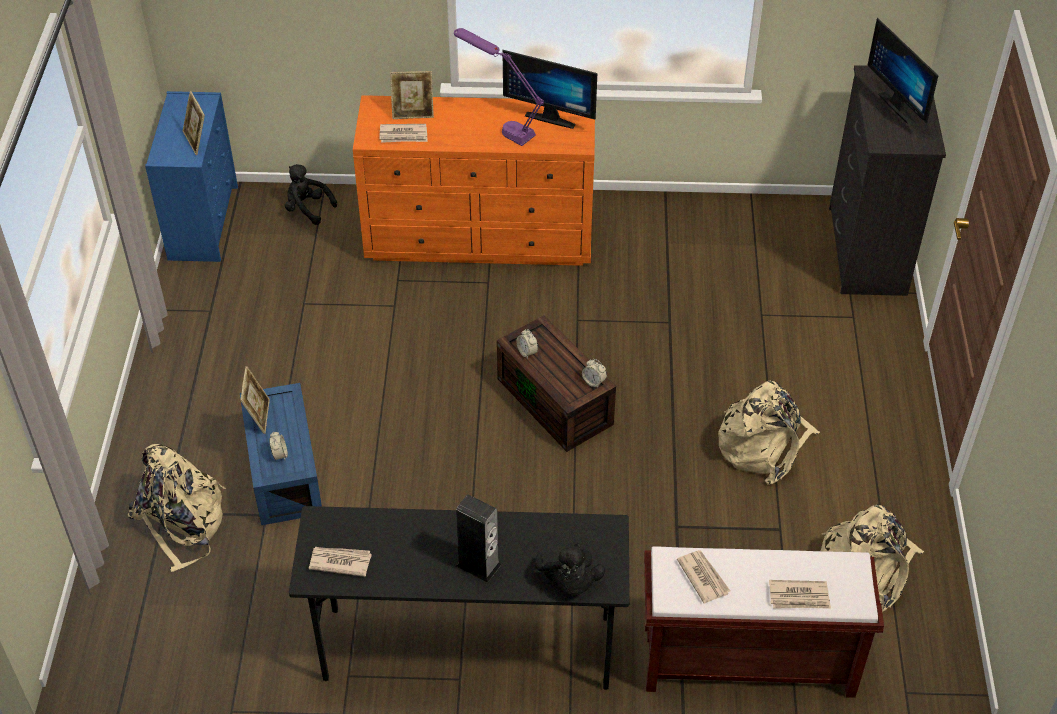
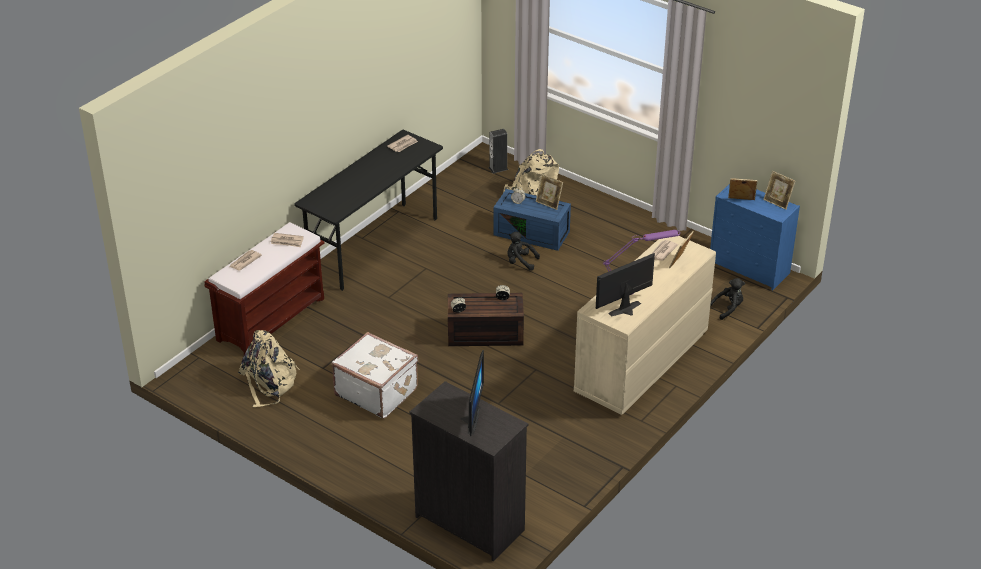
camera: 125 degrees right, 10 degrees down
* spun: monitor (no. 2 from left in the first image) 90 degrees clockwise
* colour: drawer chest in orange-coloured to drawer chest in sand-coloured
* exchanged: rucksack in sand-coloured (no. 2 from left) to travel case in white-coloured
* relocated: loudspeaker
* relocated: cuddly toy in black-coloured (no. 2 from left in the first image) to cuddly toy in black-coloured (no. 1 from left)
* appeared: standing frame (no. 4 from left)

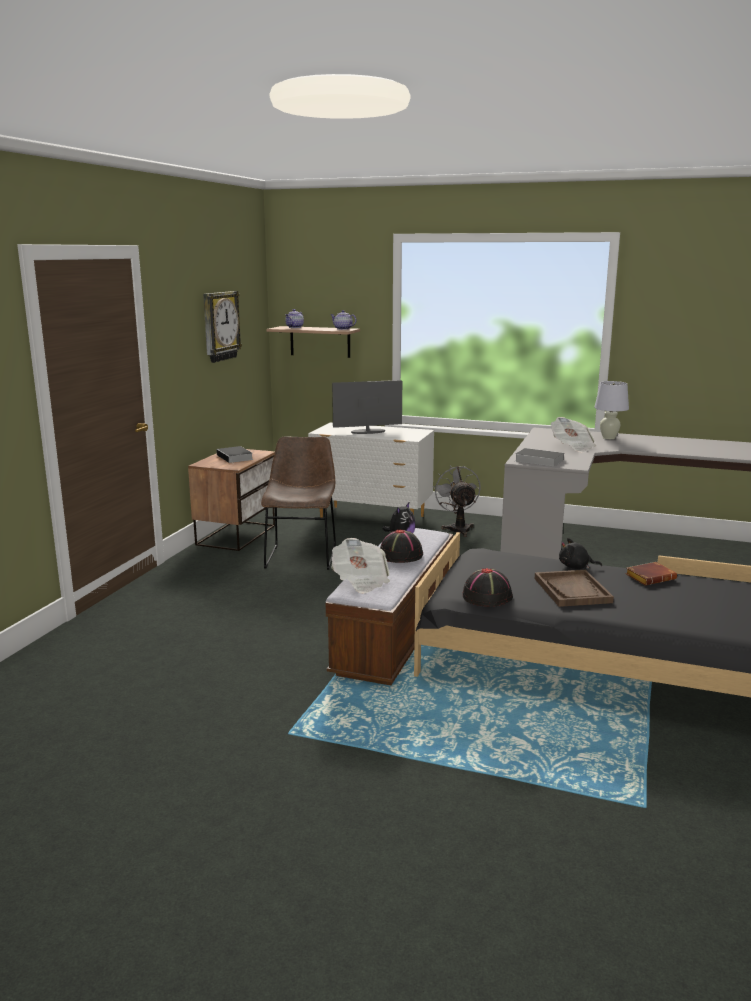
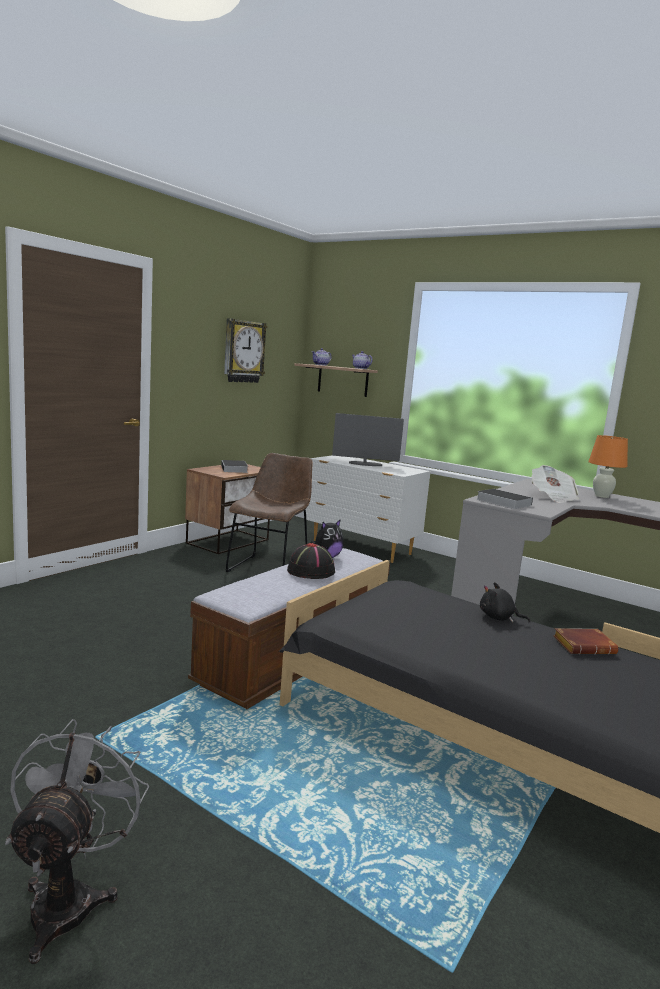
camera: 15 degrees right, 5 degrees down
* colour: table lamp in white-coloured to table lamp in orange-coloured
* relocated: electric fan in greyish
* missing: printed paper (no. 1 from left)
* missing: wearable hat in black-coloured (no. 2 from left)
* missing: serving tray in brown-coloured

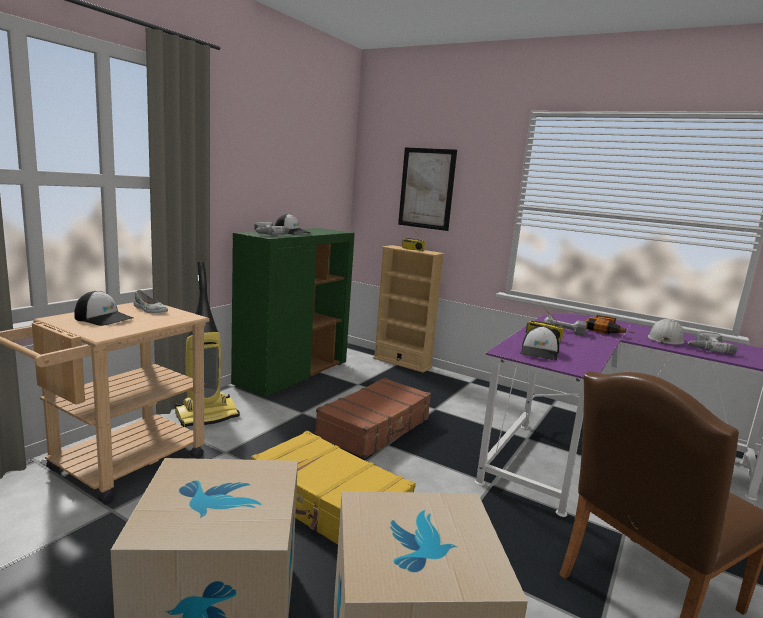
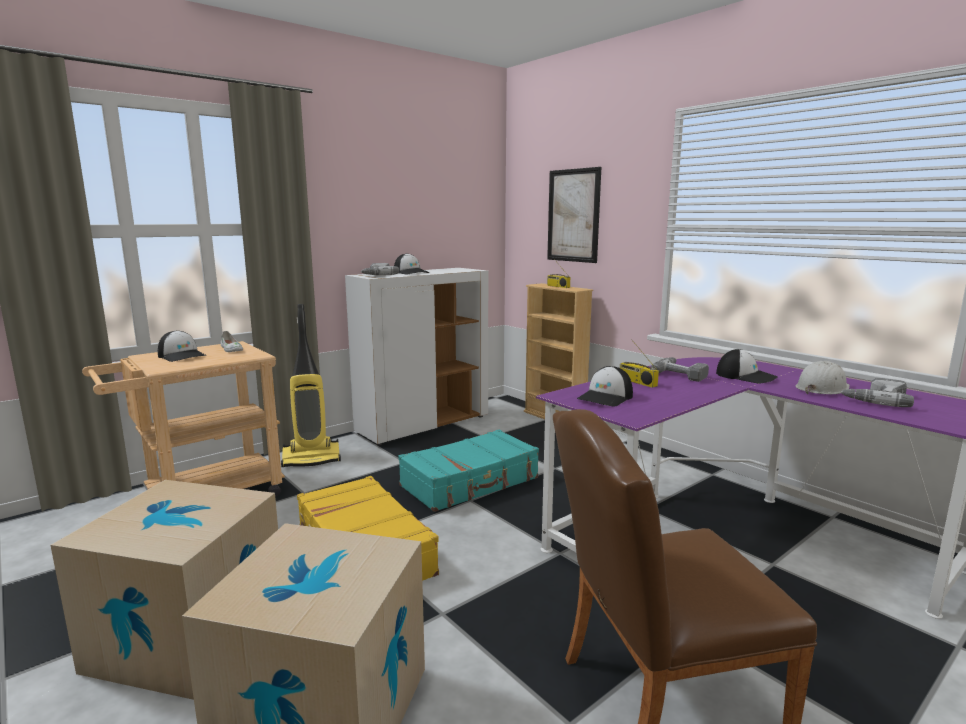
camera: 20 degrees right, 0 degrees up
* colour: cupboard in green to cupboard in white-coloured
* exchanged: drill (no. 3 from left) to cap (no. 4 from left)
* colour: travel case in brown-coloured to travel case in turquoise-coloured

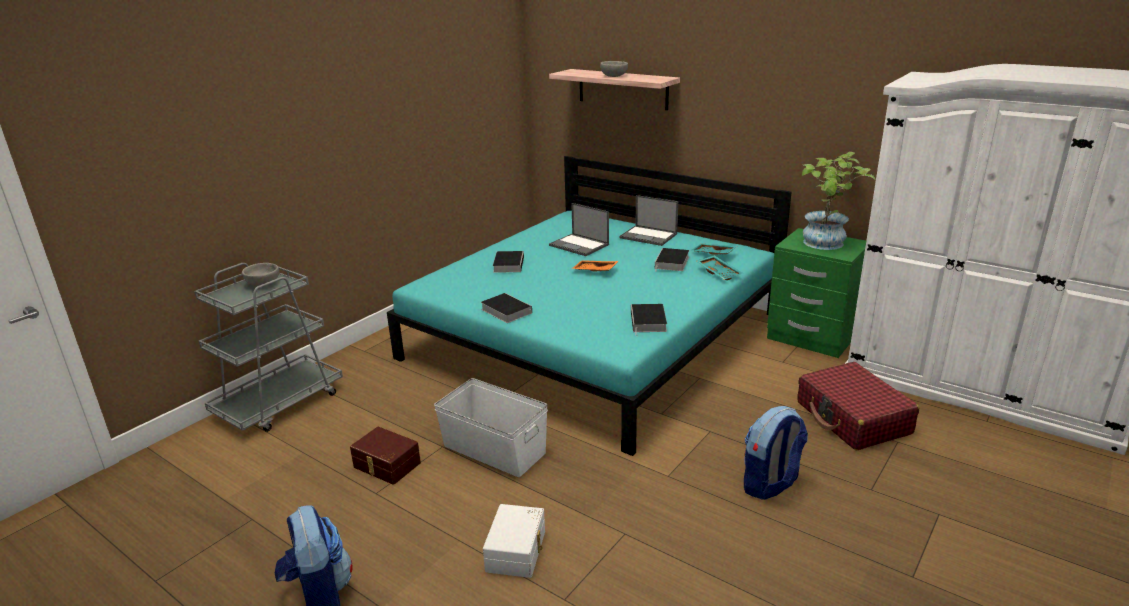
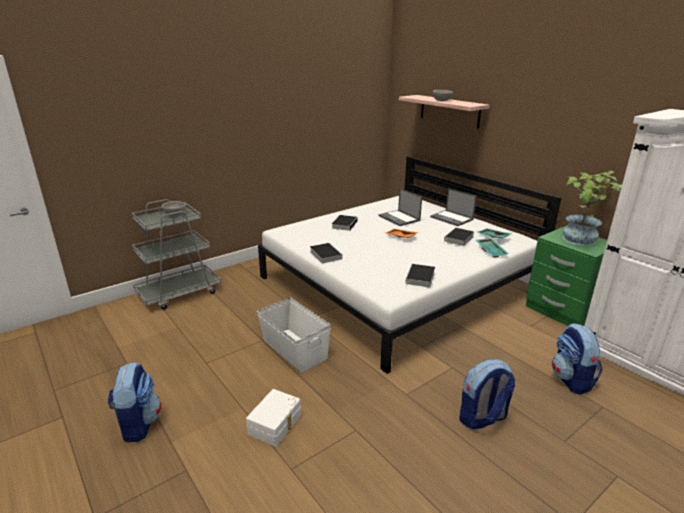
camera: 15 degrees right, 0 degrees up
* colour: bedroom bed in turquoise-coloured to bedroom bed in white-coloured
* exchanged: travel case in reddish to rucksack (no. 3 from left)
* missing: storage bin in brown-coloured

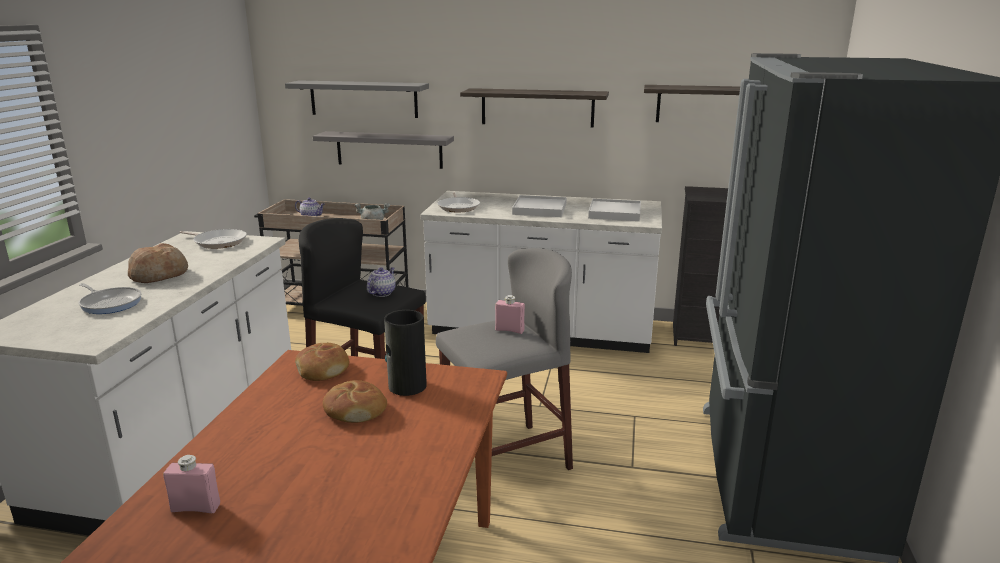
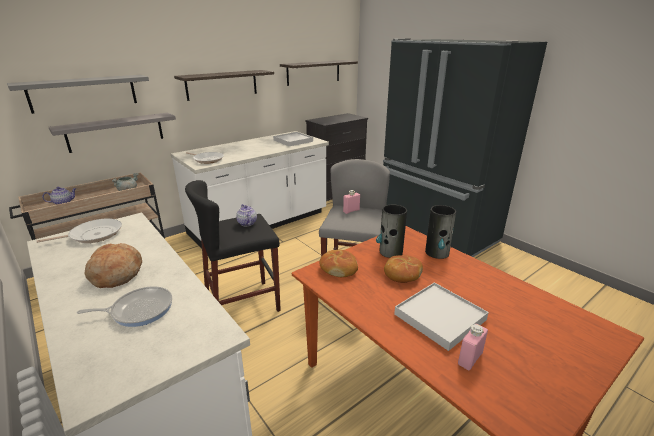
camera: 50 degrees left, 5 degrees up
* relocated: serving tray in white-coloured (no. 1 from left in the first image) to serving tray in white-coloured (no. 2 from left)
* appeared: vase (no. 2 from left)

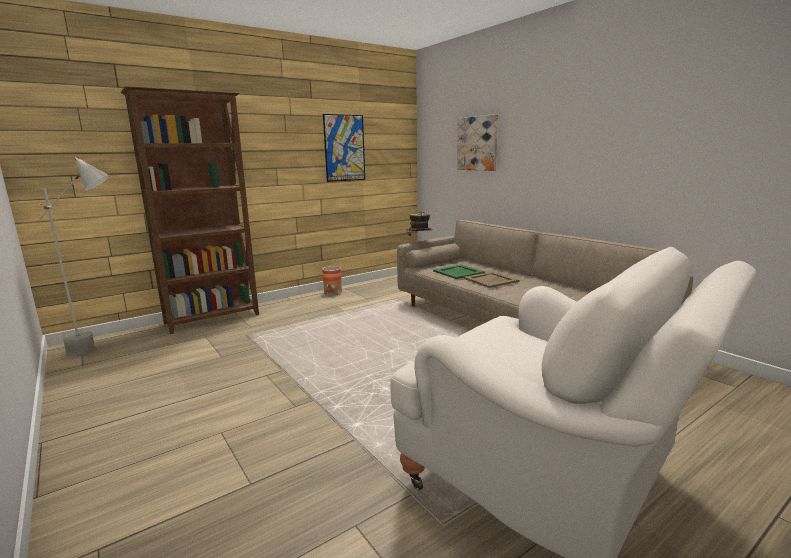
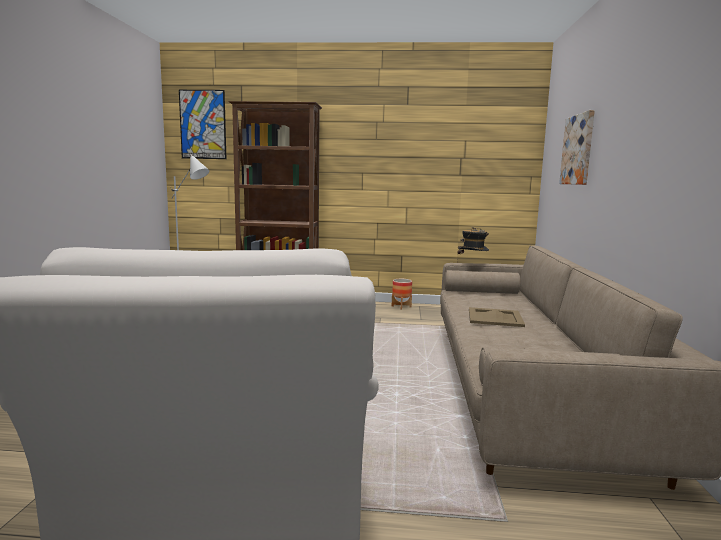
camera: 40 degrees right, 5 degrees down
* relocated: picture (no. 1 from left)
* missing: serving tray in green

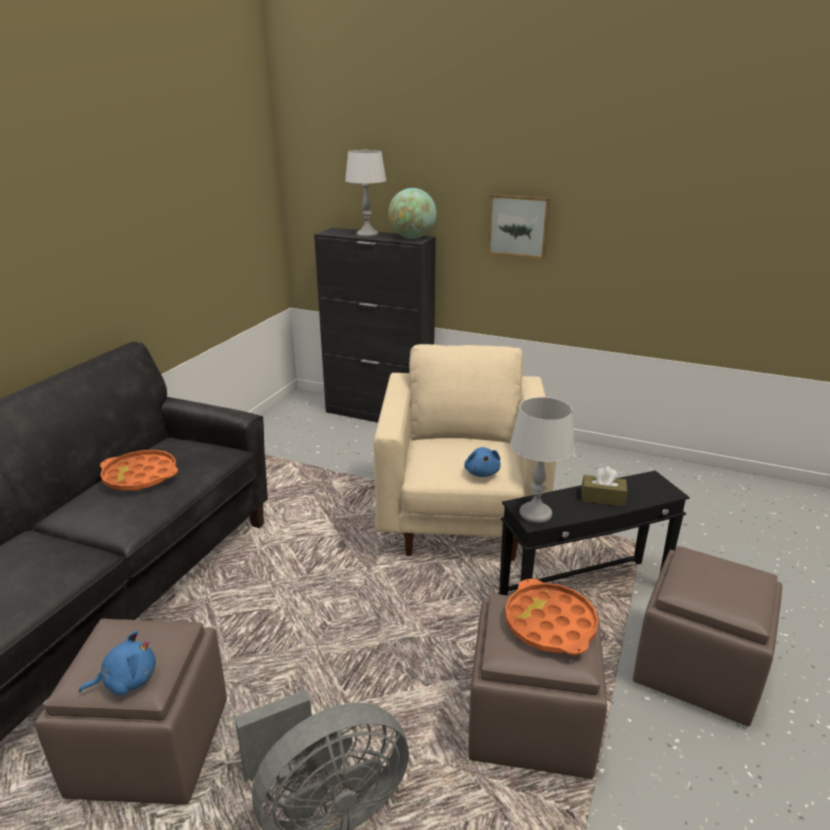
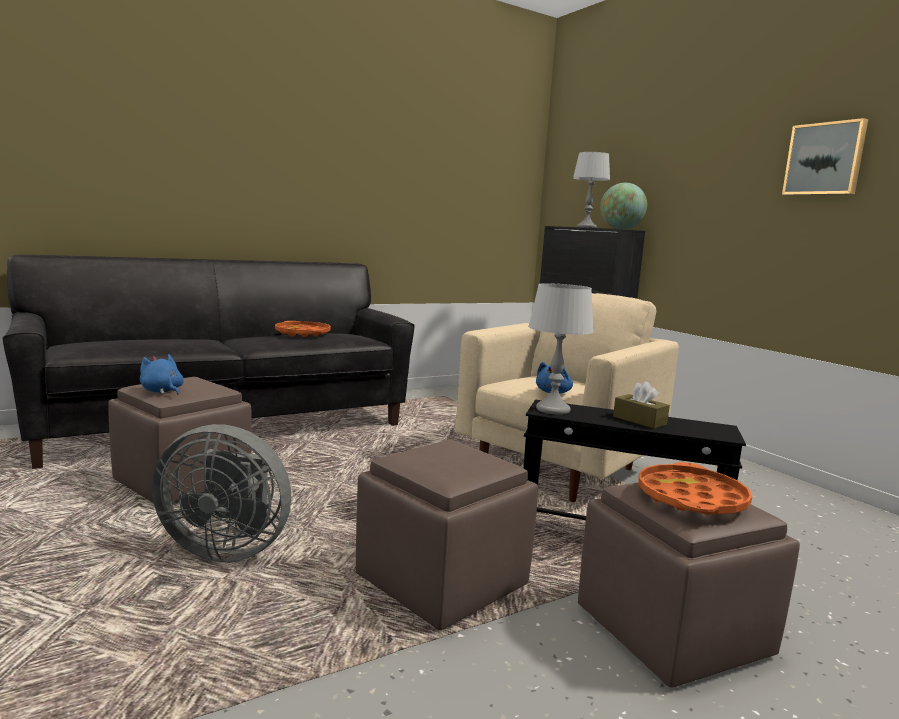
camera: 35 degrees right, 15 degrees down
* relocated: picture
* relocated: serving tray in orange-coloured (no. 2 from left)
* spun: cuddly toy in blue (no. 1 from left) 150 degrees counterclockwise

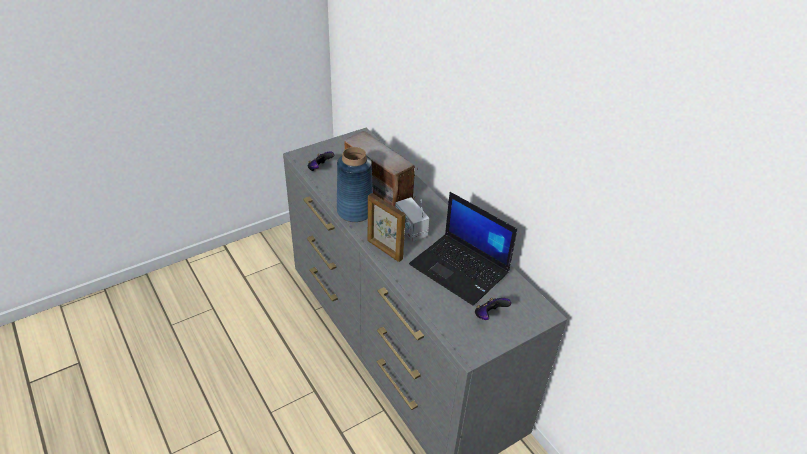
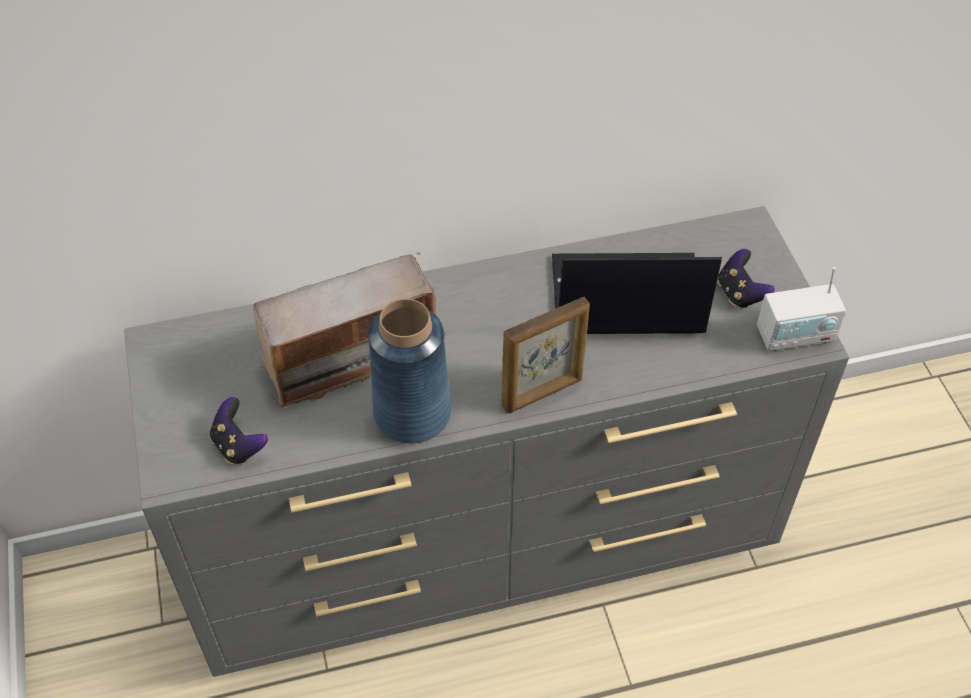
camera: 70 degrees left, 10 degrees up
* spun: notebook computer 150 degrees counterclockwise
* relocated: radio receiver (no. 2 from left)

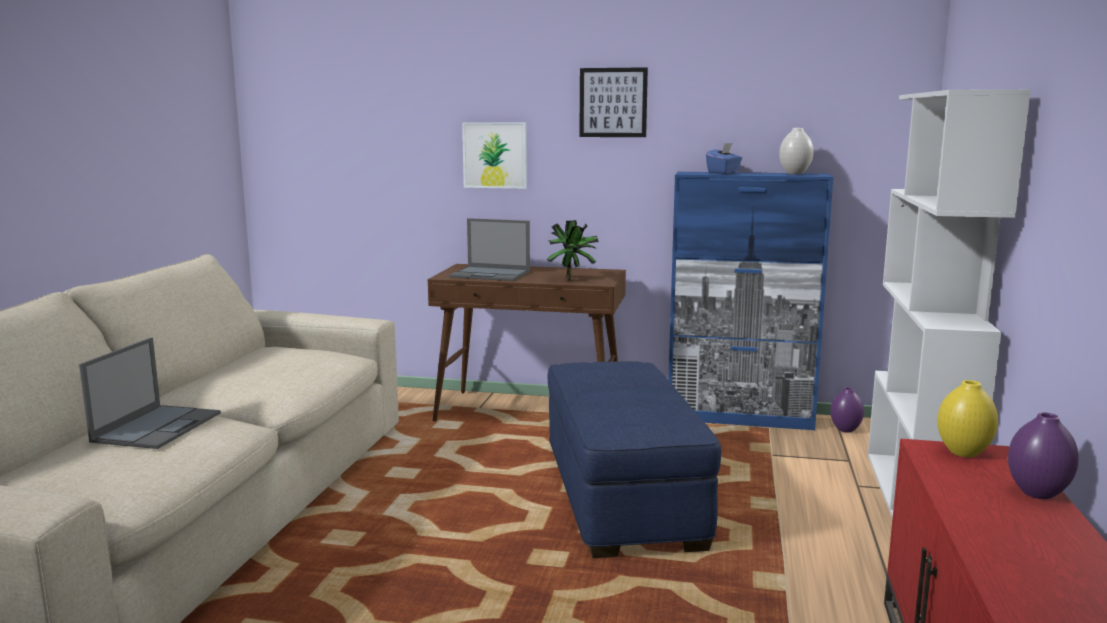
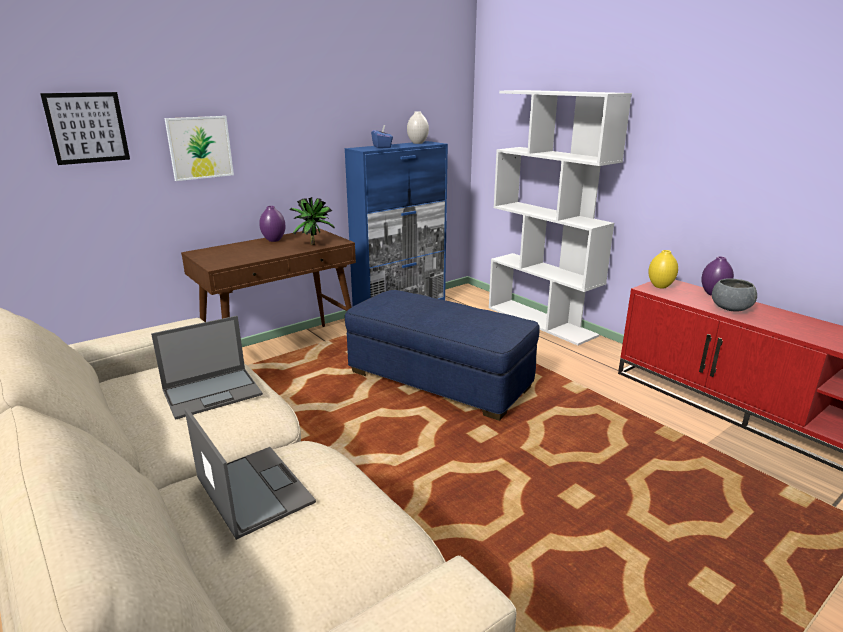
camera: 50 degrees left, 10 degrees up
* relocated: picture (no. 2 from left in the first image) to picture (no. 1 from left)
* relocated: notebook computer (no. 2 from left in the first image) to notebook computer (no. 1 from left)
* relocated: vase in purple (no. 1 from left)
* appeared: deep dish in greyish

